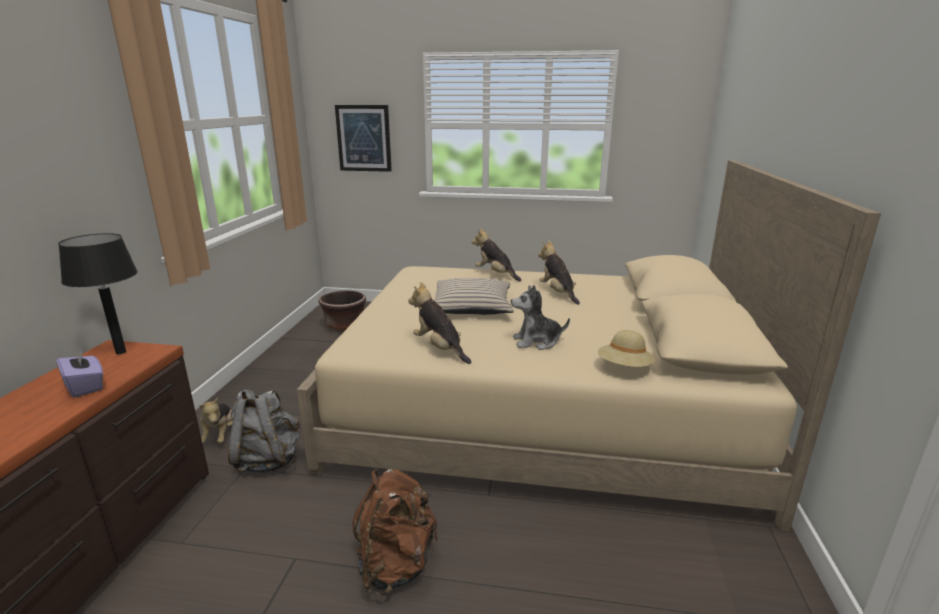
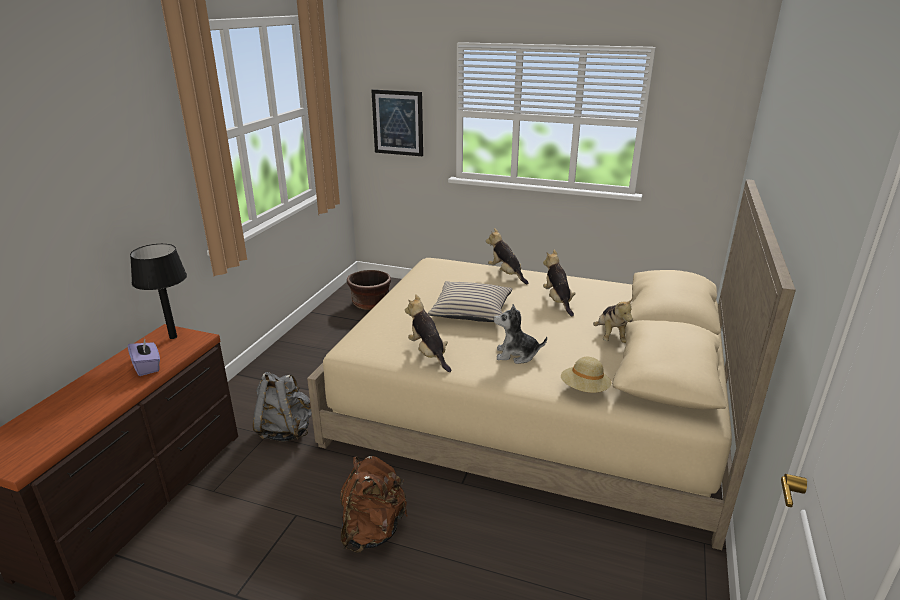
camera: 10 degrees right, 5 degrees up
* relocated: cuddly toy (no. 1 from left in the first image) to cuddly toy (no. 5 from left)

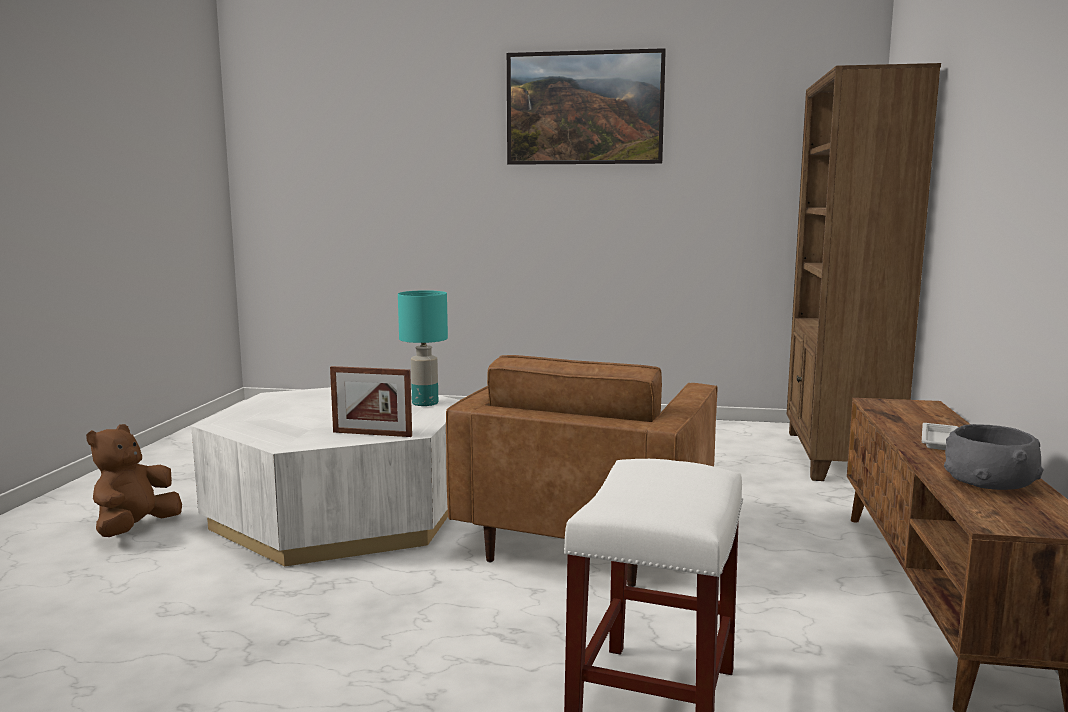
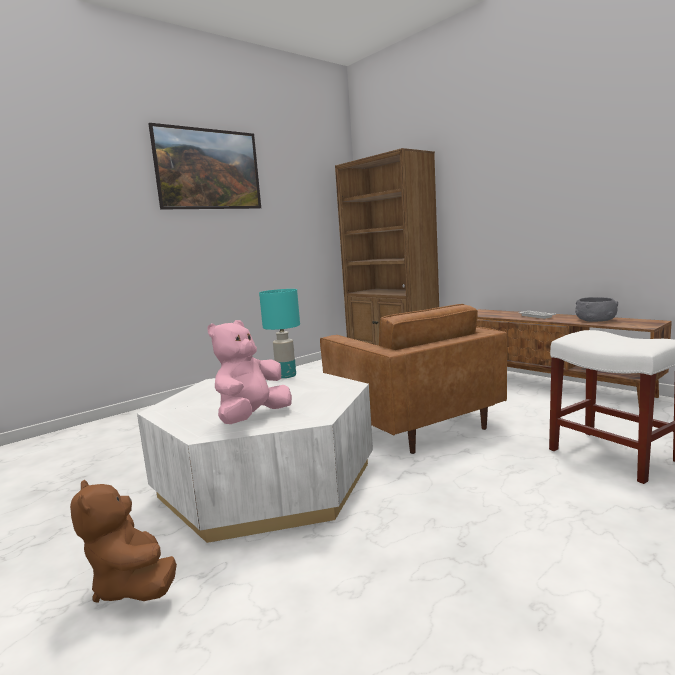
camera: 50 degrees left, 0 degrees up
* missing: standing frame
* appeared: cuddly toy in pink

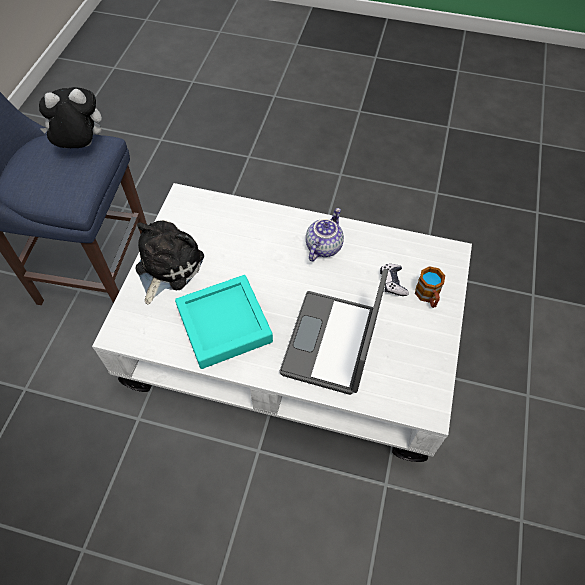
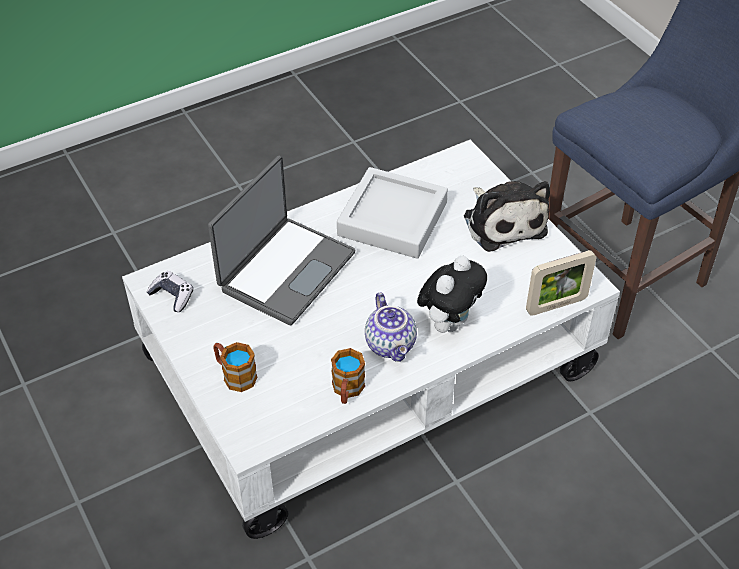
camera: 135 degrees right, 10 degrees down
* relocated: cuddly toy (no. 1 from left)
* relocated: joypad
* spun: notebook computer 60 degrees clockwise
* colour: serving tray in turquoise-coloured to serving tray in greyish
* appeared: standing frame
* appeared: tea mug (no. 2 from left)

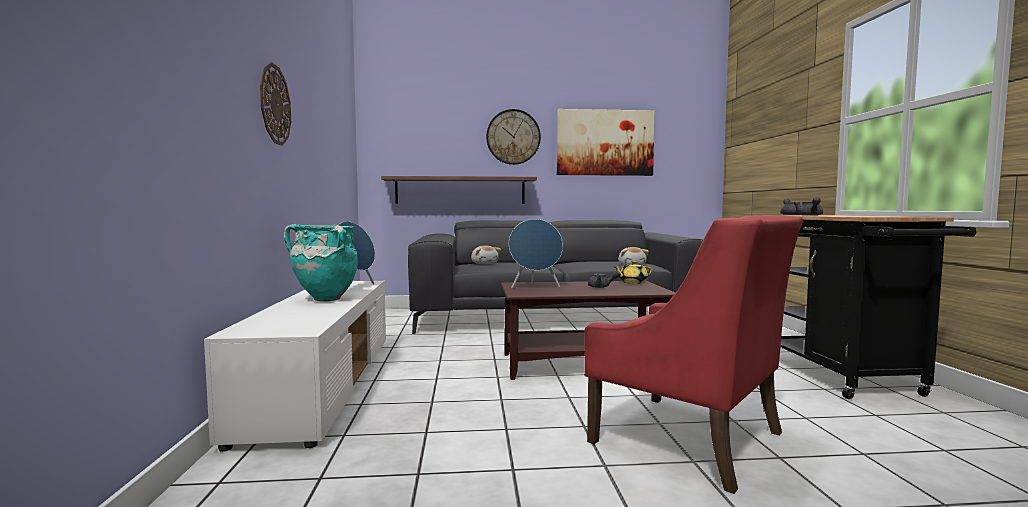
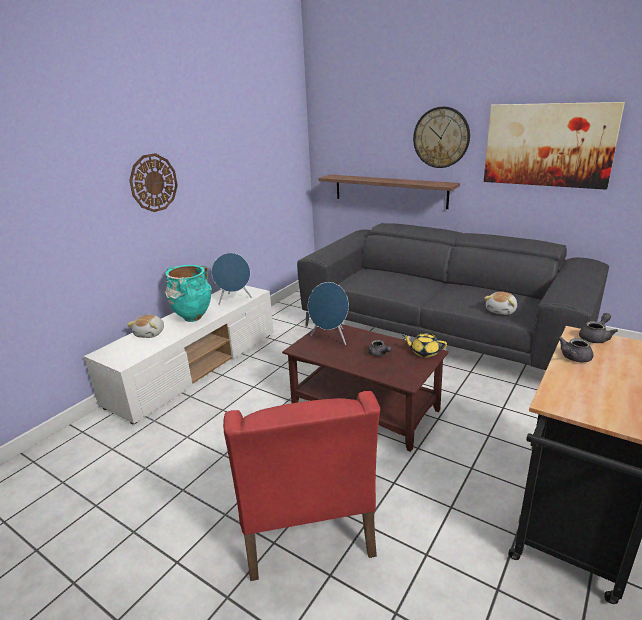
camera: 40 degrees right, 20 degrees up
* relocated: cuddly toy (no. 1 from left)

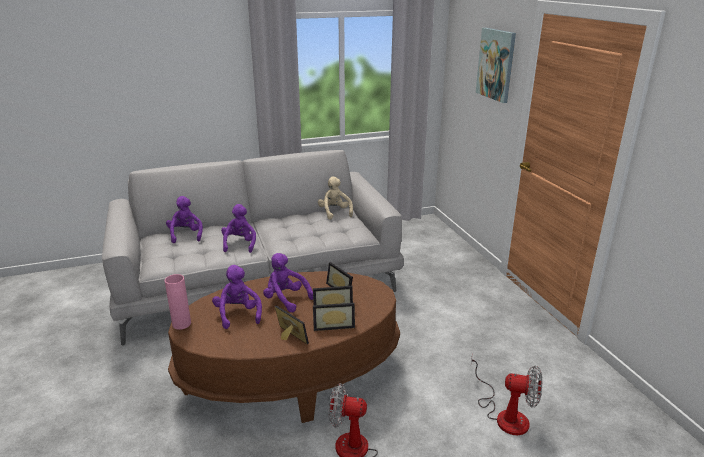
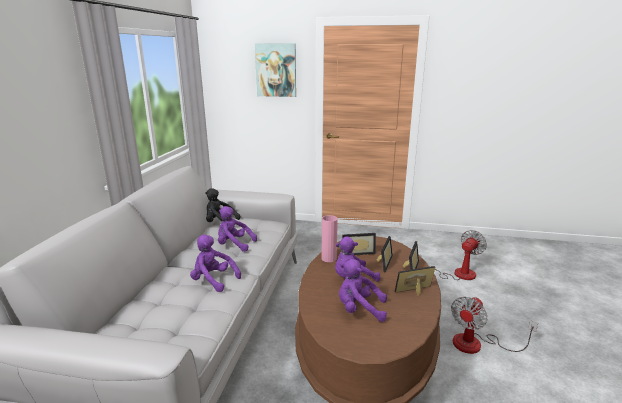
camera: 60 degrees left, 5 degrees down
* colour: cuddly toy in sand-coloured to cuddly toy in black-coloured
* relocated: cuddly toy in purple (no. 1 from left in the first image) to cuddly toy in purple (no. 2 from left)
* relocated: vase in pink

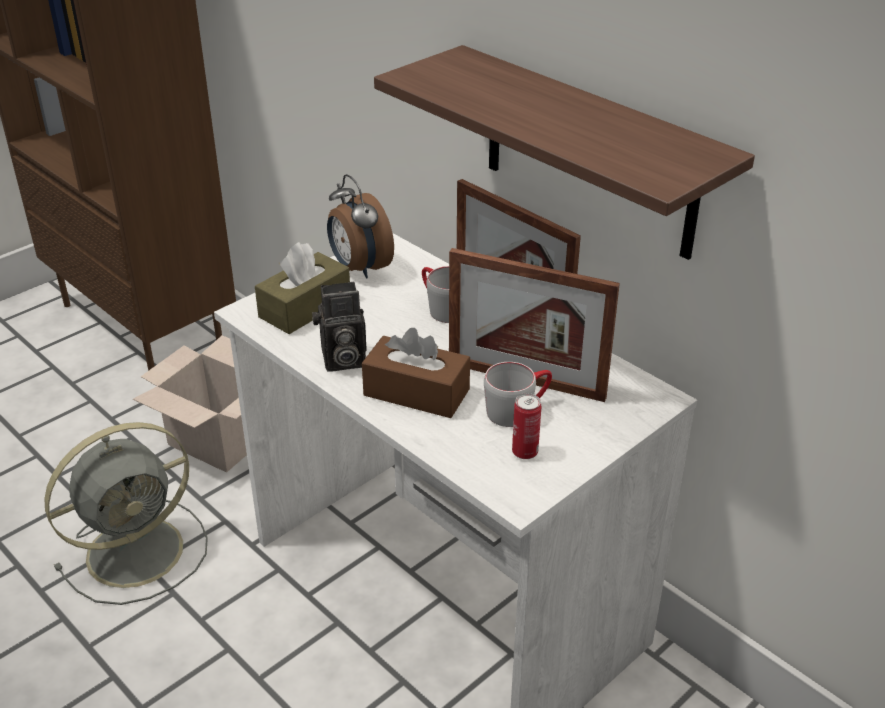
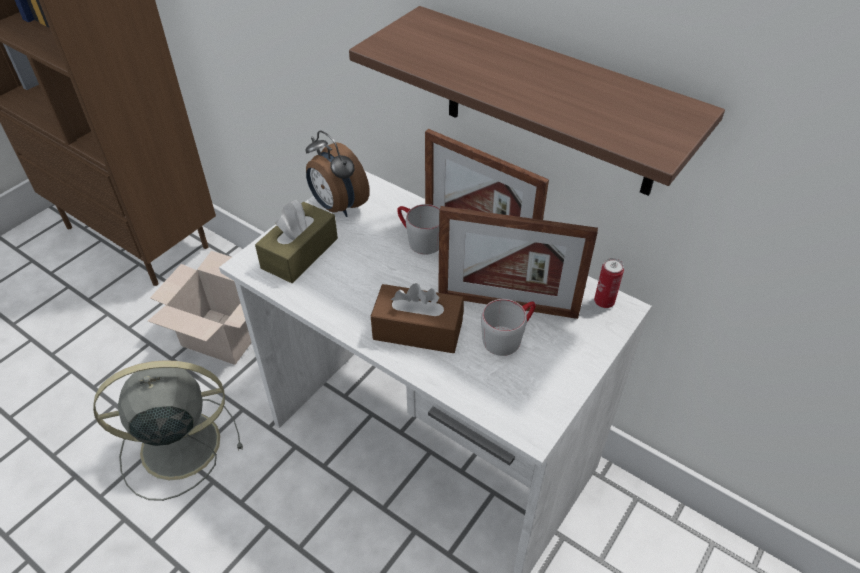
camera: 10 degrees left, 10 degrees up
* missing: still camera
* relocated: metal can
* spun: electric fan in greyish 150 degrees counterclockwise

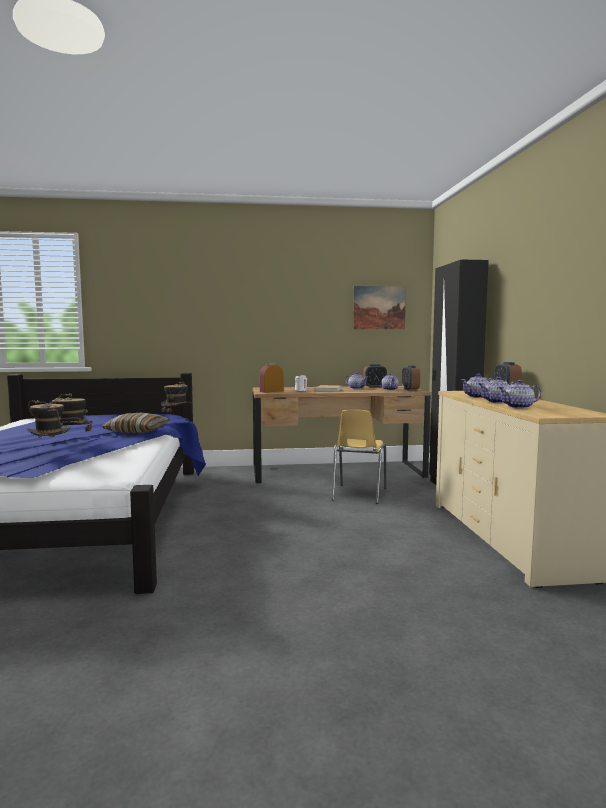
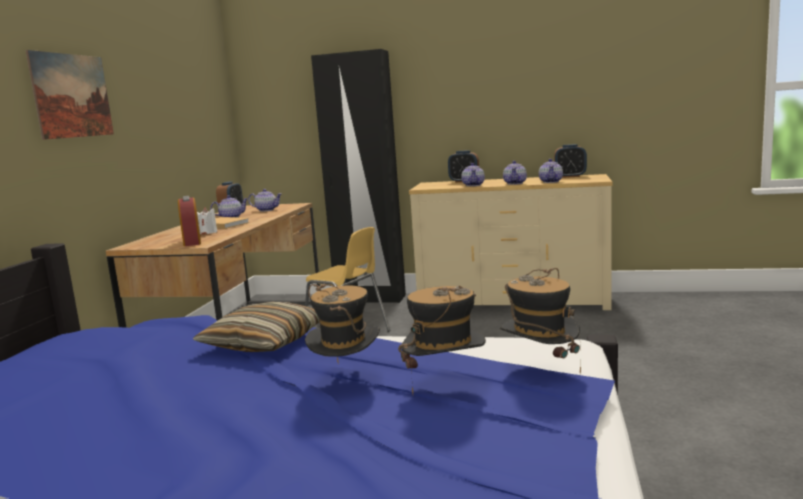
camera: 70 degrees left, 5 degrees up
* relocated: picture
* relocated: alarm clock (no. 3 from left in the first image) to alarm clock (no. 4 from left)
* relocated: wearable hat (no. 3 from left)

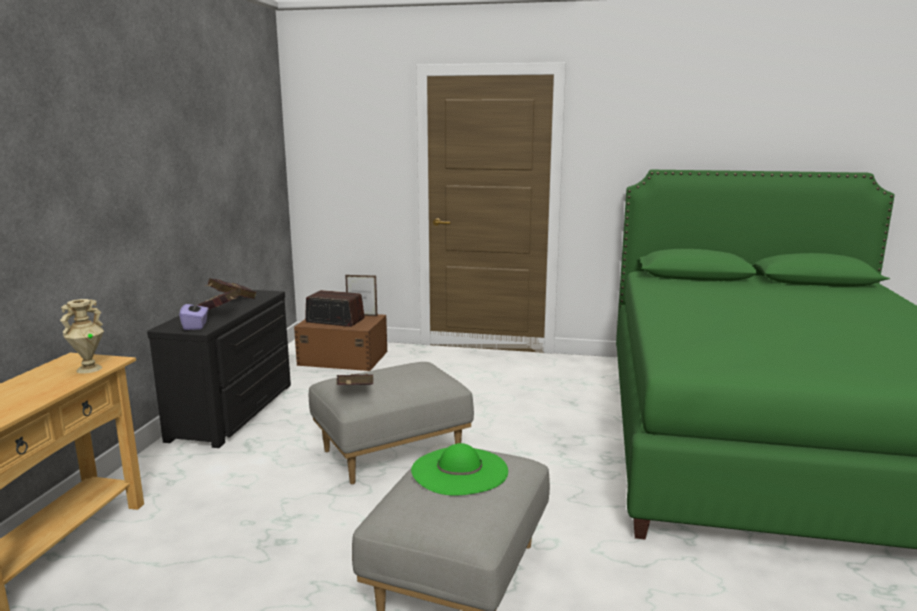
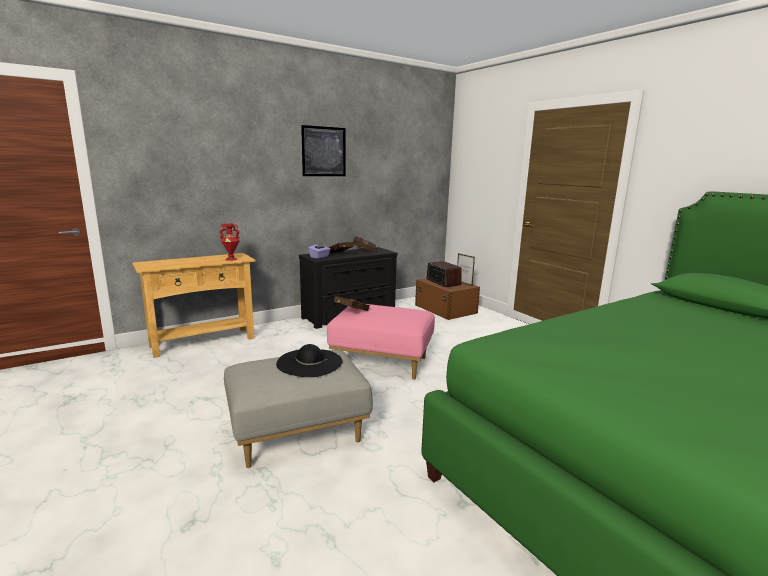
camera: 45 degrees right, 0 degrees up
* colour: vase in sand-coloured to vase in reddish
* colour: pouffe in greyish (no. 1 from left) to pouffe in pink
* colour: wearable hat in green to wearable hat in black-coloured
* appeared: picture

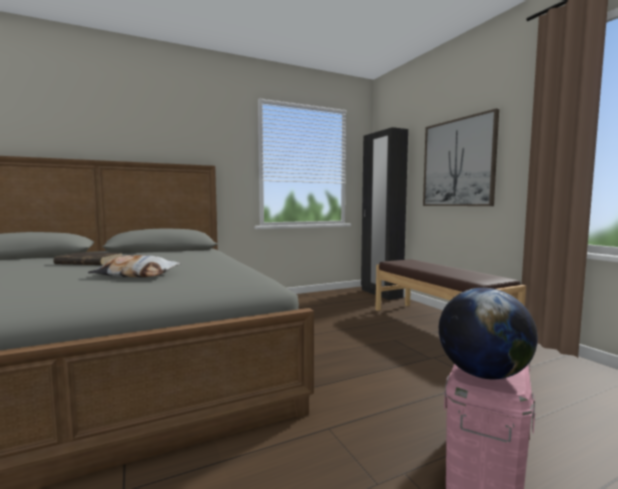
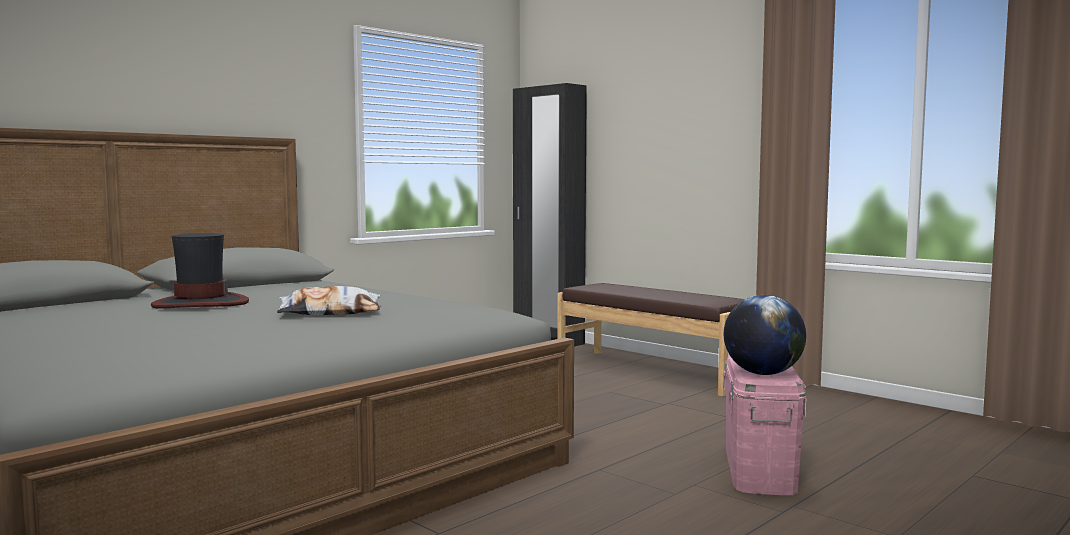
camera: 20 degrees left, 0 degrees up
* missing: picture
* exchanged: book in brown-coloured to wearable hat

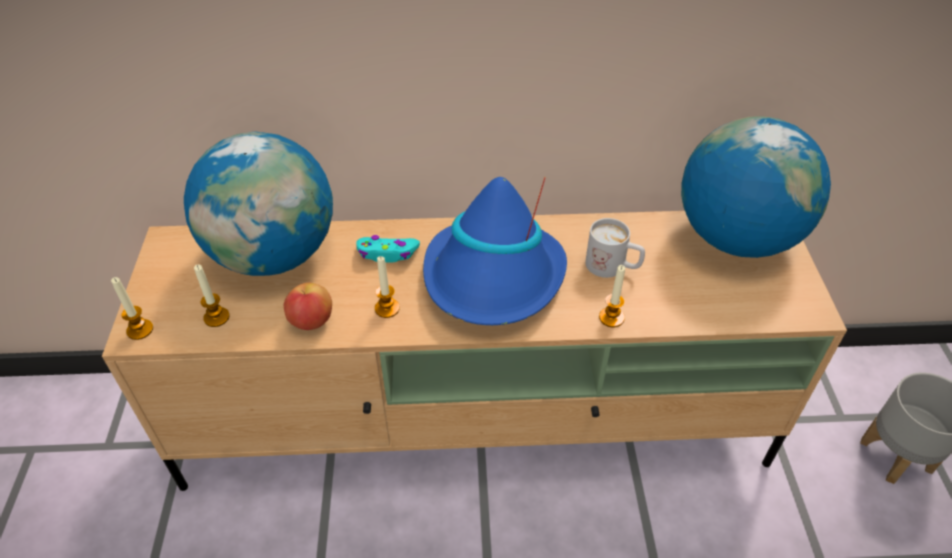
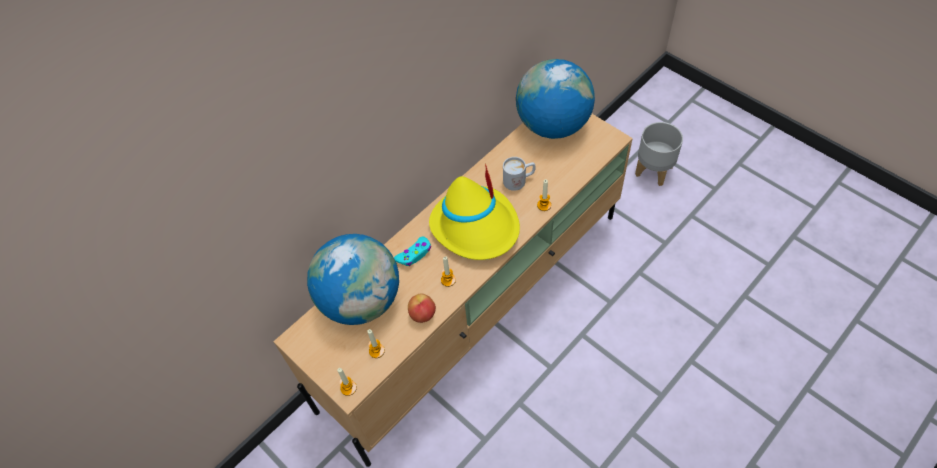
camera: 40 degrees left, 10 degrees up
* colour: wearable hat in blue to wearable hat in yellow-coloured

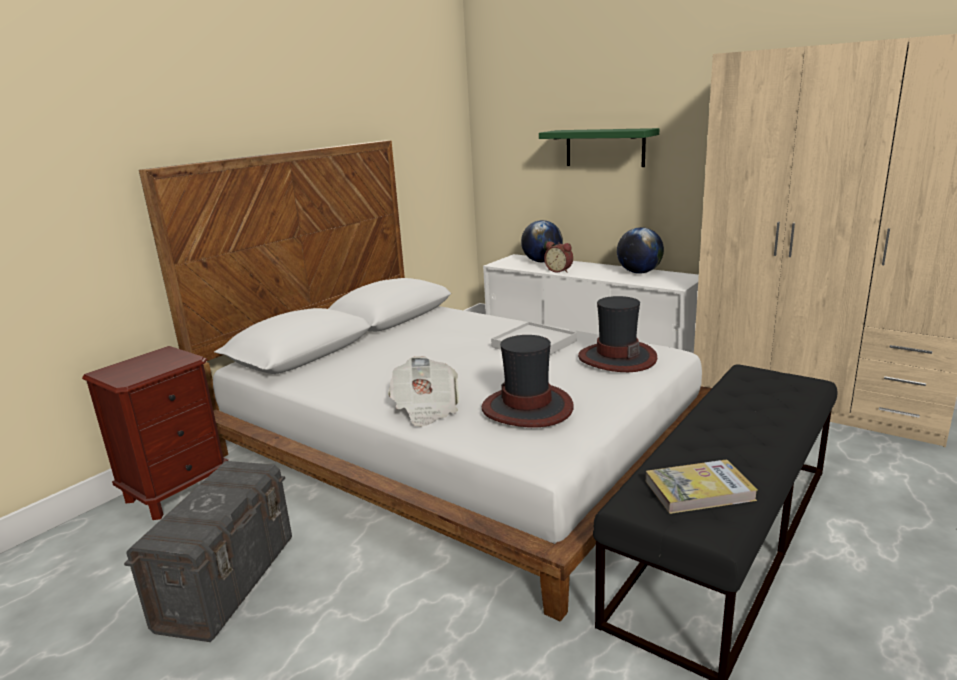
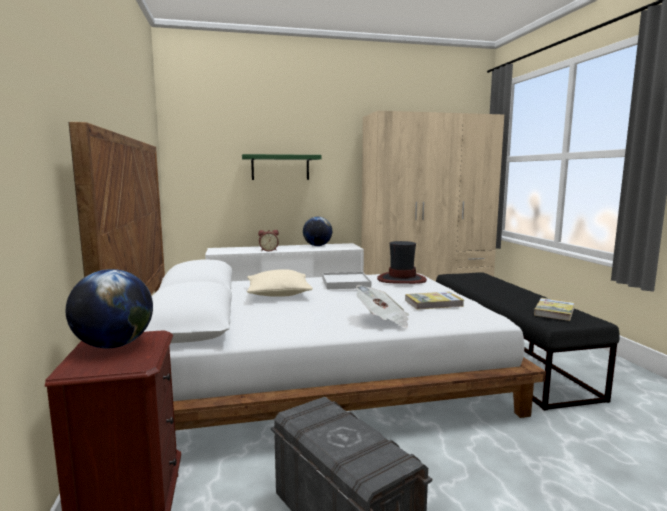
camera: 50 degrees left, 10 degrees down
* relocated: world globe (no. 1 from left)
* exchanged: wearable hat (no. 1 from left) to book (no. 1 from left)
* appeared: cushion in sand-coloured

